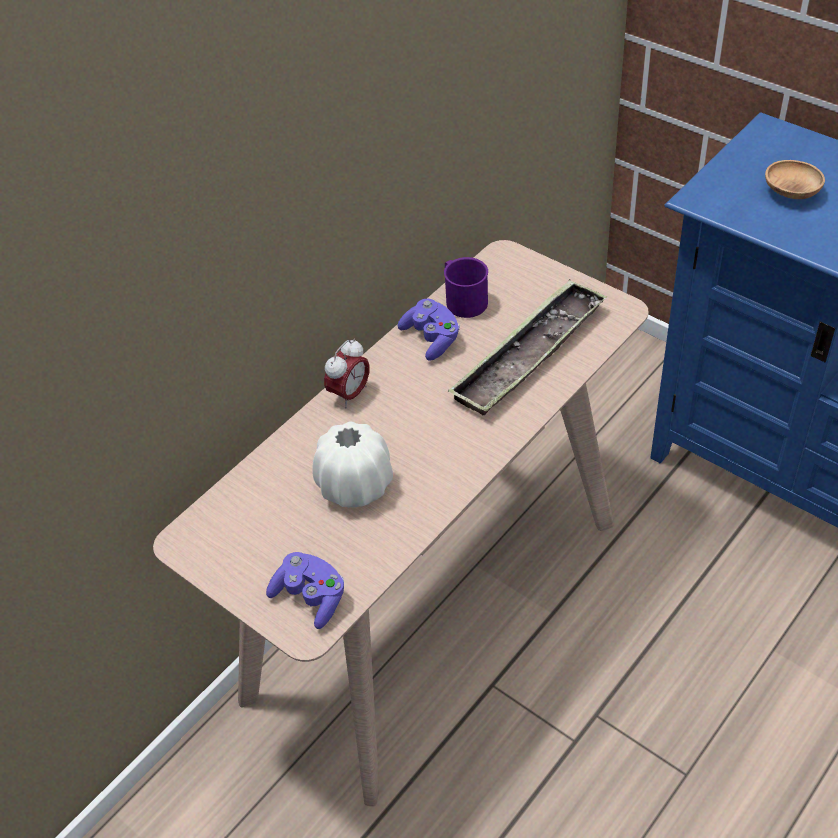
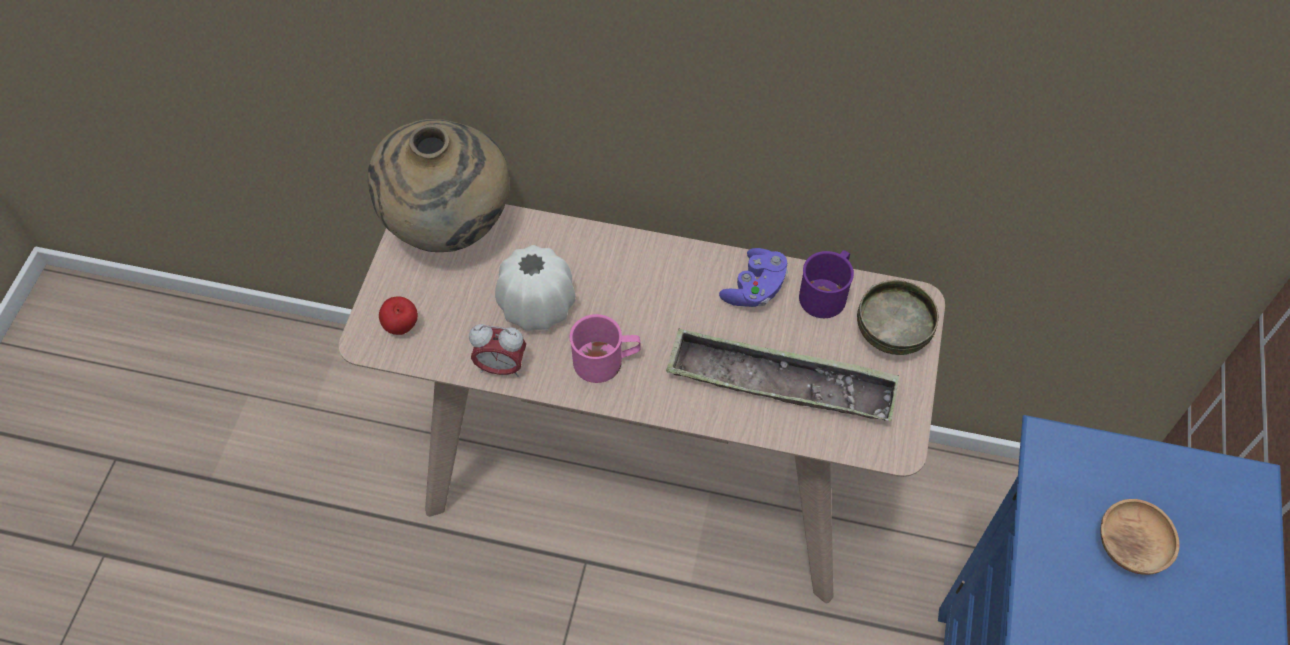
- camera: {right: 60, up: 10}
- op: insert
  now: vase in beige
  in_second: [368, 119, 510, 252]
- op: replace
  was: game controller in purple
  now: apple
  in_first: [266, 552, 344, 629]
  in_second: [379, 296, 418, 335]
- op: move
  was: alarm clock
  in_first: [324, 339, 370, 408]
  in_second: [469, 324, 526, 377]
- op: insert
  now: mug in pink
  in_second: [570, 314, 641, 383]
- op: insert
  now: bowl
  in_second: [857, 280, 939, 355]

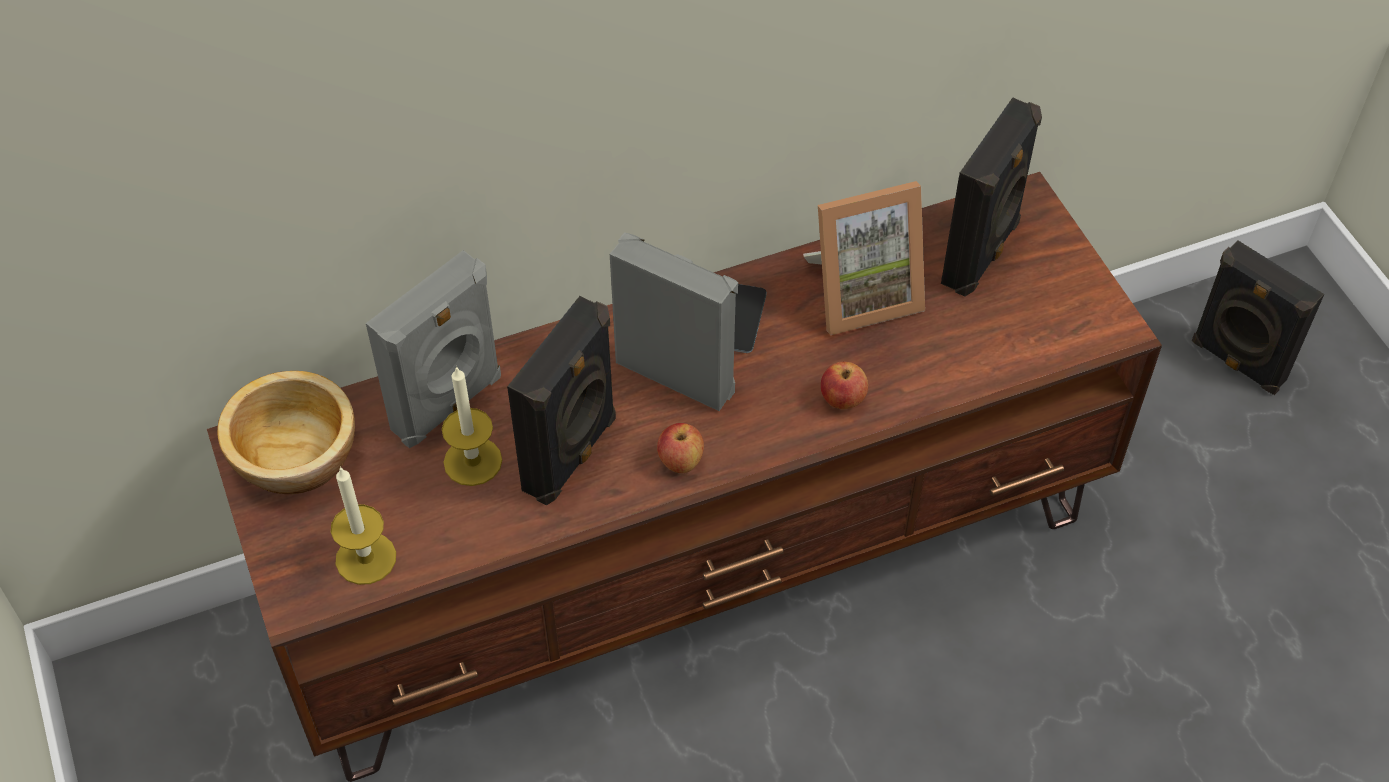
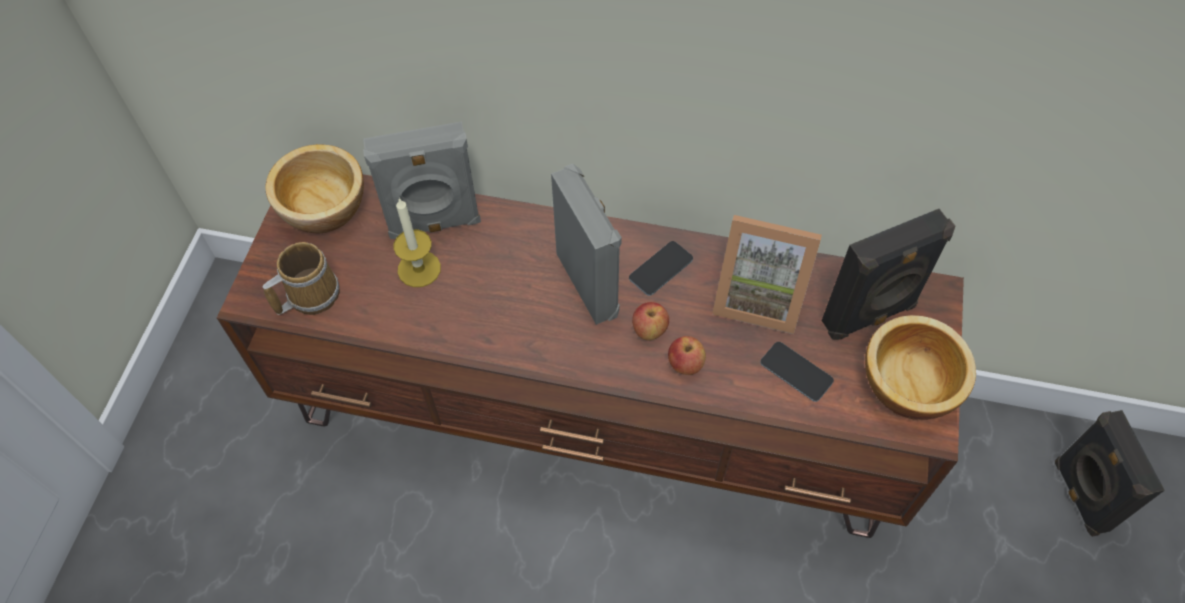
- camera: {right: 35, up: 5}
- op: replace
  was: candle
  now: mug
  in_first: [331, 466, 396, 585]
  in_second: [263, 242, 340, 315]
- op: move
  was: apple
  in_first: [657, 423, 704, 473]
  in_second: [632, 302, 669, 340]
- op: insert
  now: phone
  in_second: [760, 342, 834, 402]
- op: insert
  now: bowl
  in_second: [865, 315, 976, 420]
- op: delete
  was: speaker in black
  in_first: [507, 296, 616, 506]

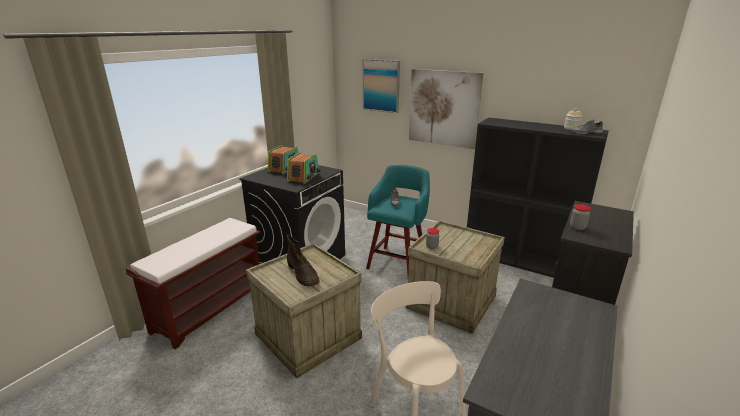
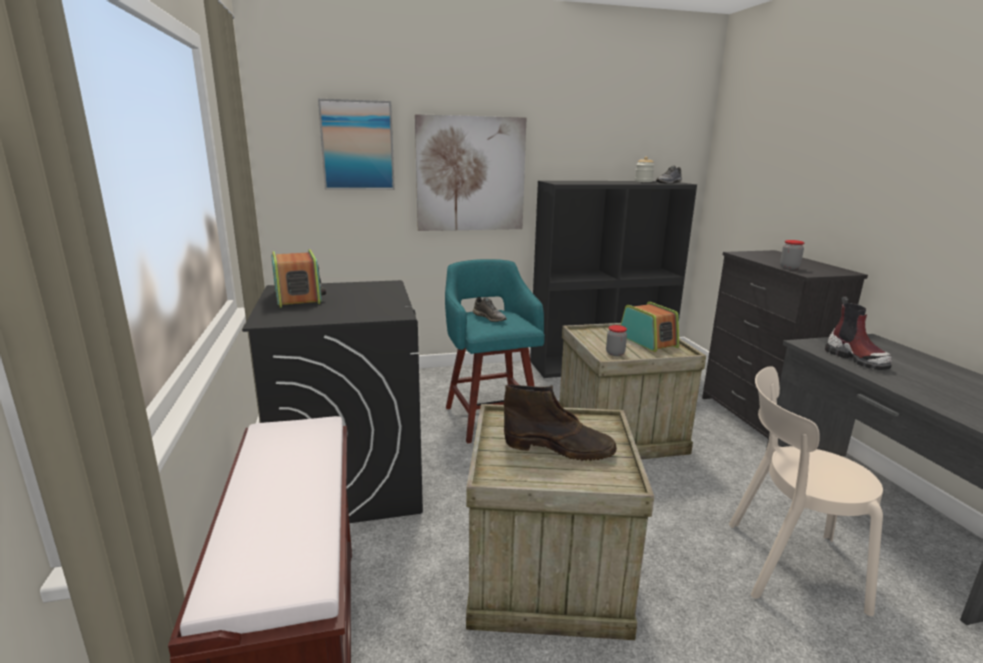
- camera: {right: -45, up: -5}
- op: move
  was: radio
  in_first: [287, 152, 320, 184]
  in_second: [620, 302, 679, 352]
- op: insert
  now: boot
  in_second: [825, 297, 892, 370]

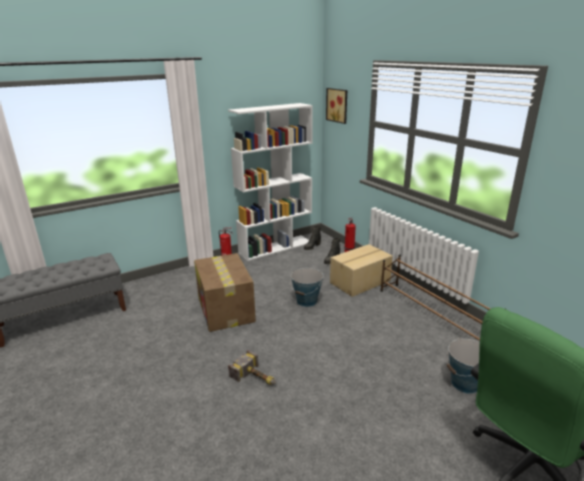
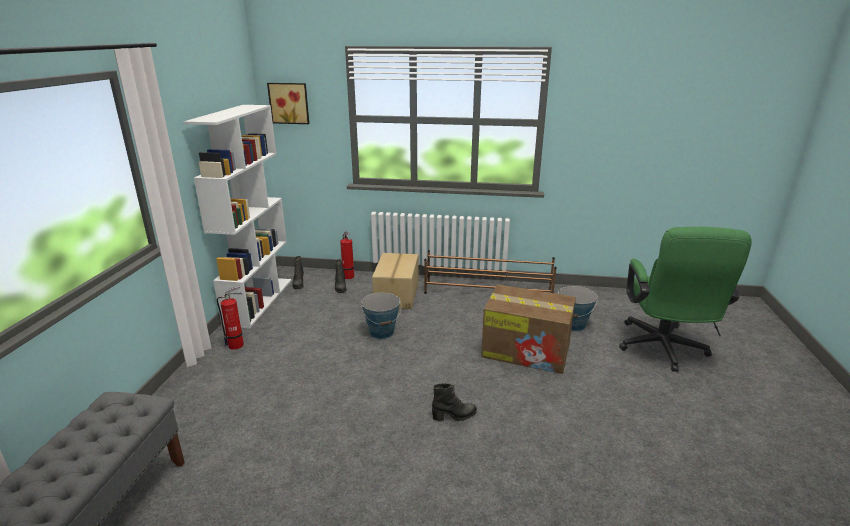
- camera: {right: -50, up: 0}
- op: replace
  was: hammer
  now: boot in black
  in_first: [228, 350, 276, 385]
  in_second: [432, 383, 477, 421]
- op: move
  was: cardboard box
  in_first: [194, 253, 256, 332]
  in_second: [481, 284, 576, 374]

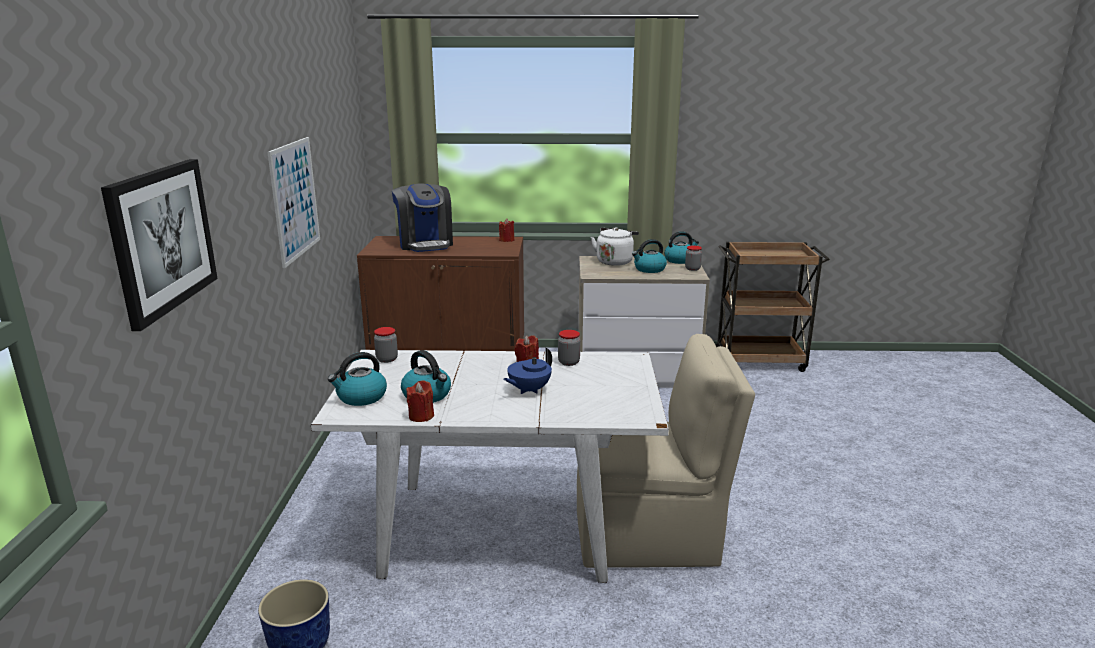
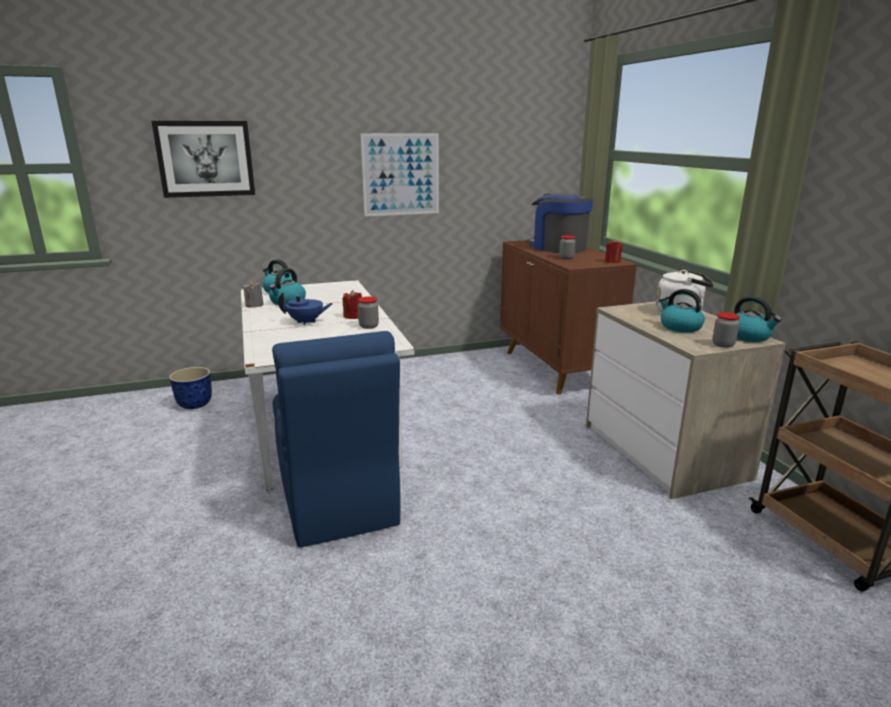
- camera: {right: 70, up: 0}
- op: recolor
  was: candle in red
  now: candle in grey
  in_first: [406, 380, 434, 422]
  in_second: [243, 280, 264, 307]
- op: recolor
  was: chair in beige
  now: chair in blue
  in_first: [577, 334, 755, 568]
  in_second: [272, 331, 400, 548]
- op: rotate
  was: teapot in blue
  in_first: [503, 348, 552, 394]
  in_second: [278, 292, 333, 325]
  clockwise: 150
- op: rotate
  was: coffee machine
  in_first: [392, 183, 453, 252]
  in_second: [527, 193, 593, 253]
  clockwise: 90
- op: move
  was: jar
  in_first: [374, 327, 398, 363]
  in_second: [559, 235, 576, 260]

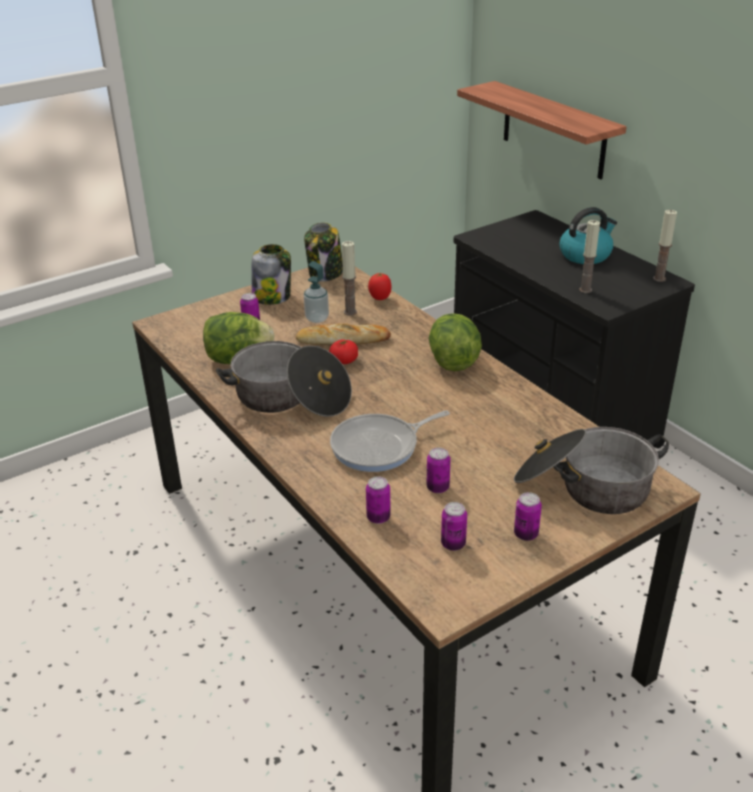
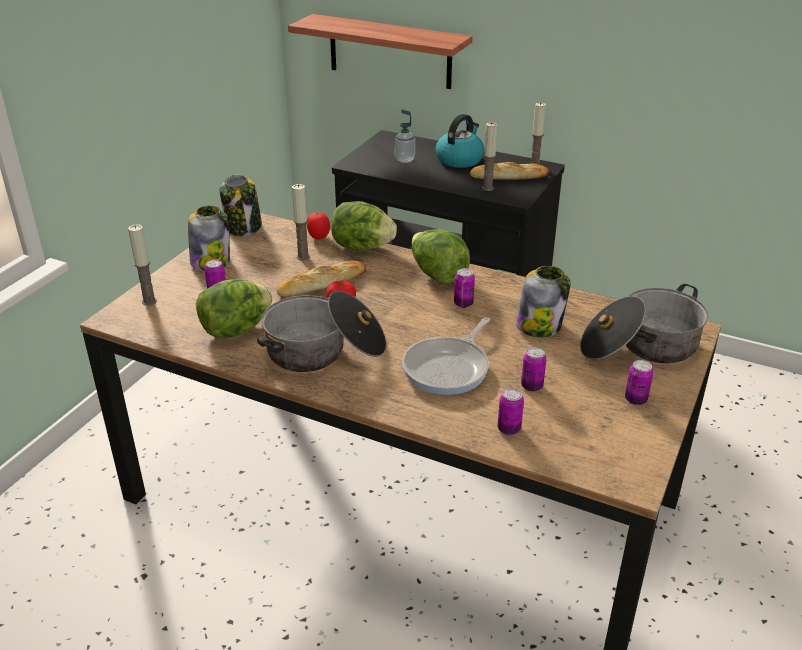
- camera: {right: -30, up: 0}
- op: insert
  now: candle
  in_second: [128, 224, 157, 306]
- op: insert
  now: lettuce
  in_second: [331, 201, 397, 250]
- op: move
  was: soap dispenser
  in_first: [304, 261, 329, 323]
  in_second: [395, 110, 415, 163]
- op: move
  was: can
  in_first: [441, 502, 467, 551]
  in_second: [454, 268, 475, 308]
- op: insert
  now: bread
  in_second: [470, 162, 549, 180]
- op: insert
  now: jar
  in_second: [516, 266, 571, 337]

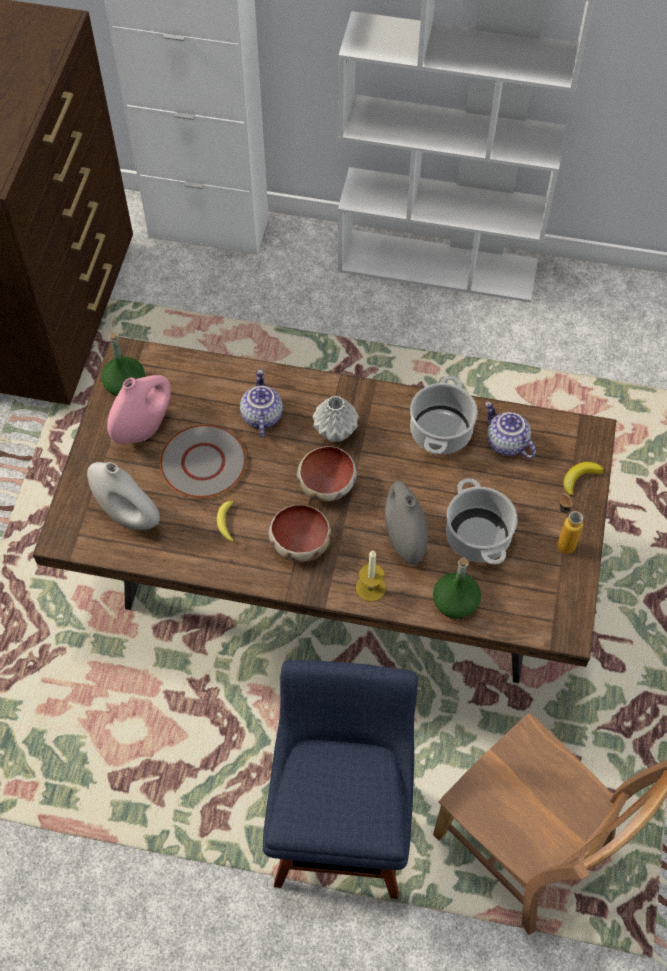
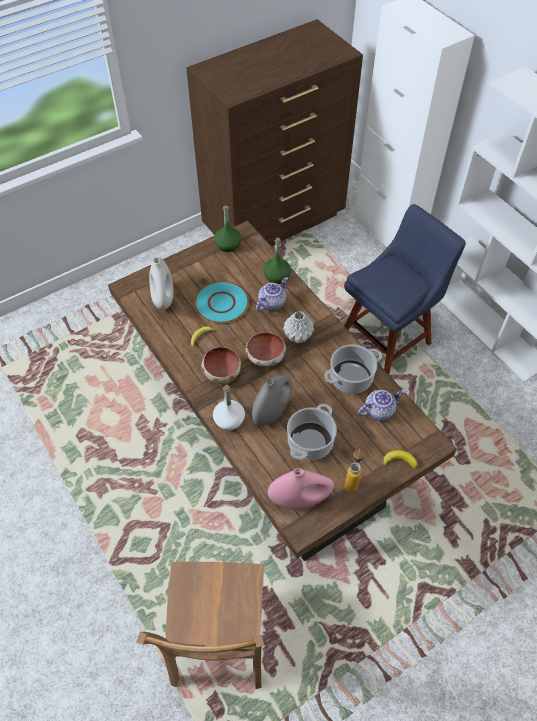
- camera: {right: 45, up: -5}
- op: recolor
  was: plate in grey
  now: plate in turquoise
  in_first: [160, 424, 246, 498]
  in_second: [194, 281, 249, 323]
- op: replace
  was: candle
  now: bottle in white
  in_first: [356, 551, 386, 602]
  in_second: [213, 385, 245, 431]
- op: move
  was: bottle in green
  in_first: [433, 557, 481, 619]
  in_second: [263, 237, 291, 284]
- op: move
  was: vase in pink
  in_first: [107, 375, 171, 444]
  in_second: [268, 468, 334, 510]
- op: move
  was: chair in blue
  in_first: [263, 660, 418, 899]
  in_second: [344, 204, 466, 374]
- op: rotate
  was: teapot
  in_first: [485, 402, 536, 459]
  in_second: [358, 389, 405, 421]
  clockwise: 60

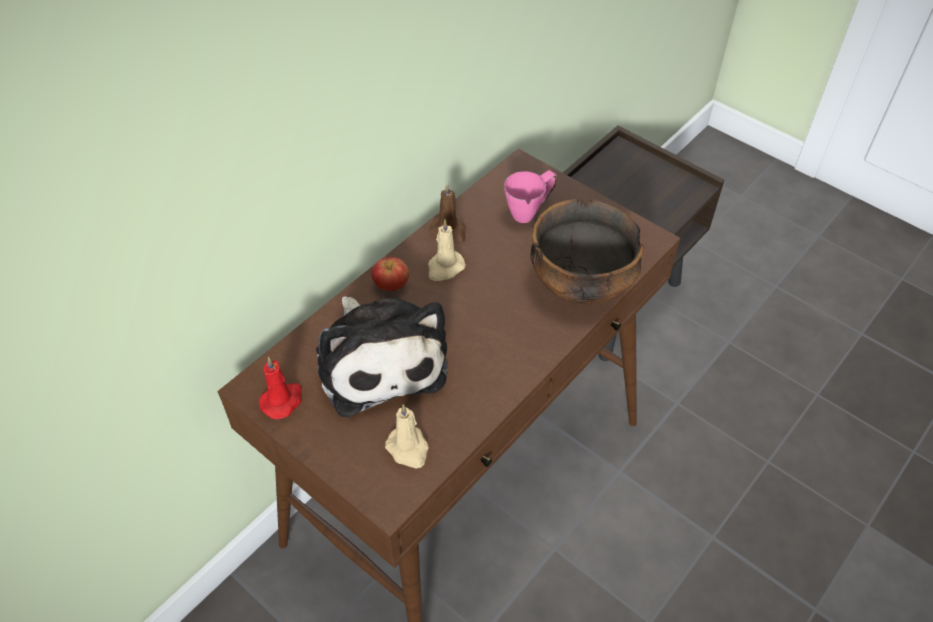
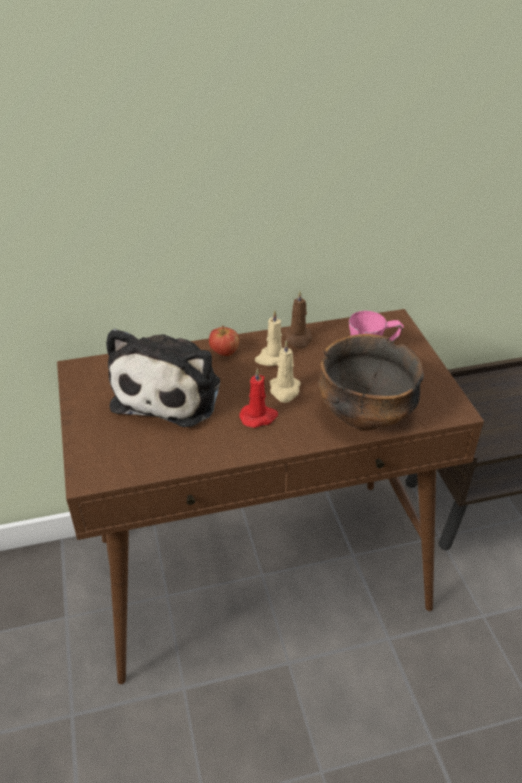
- camera: {right: 35, up: -10}
- op: move
  was: candle in red
  in_first: [259, 357, 302, 419]
  in_second: [239, 368, 278, 428]
- op: move
  was: candle in beige
  in_first: [385, 404, 429, 469]
  in_second: [270, 340, 301, 403]

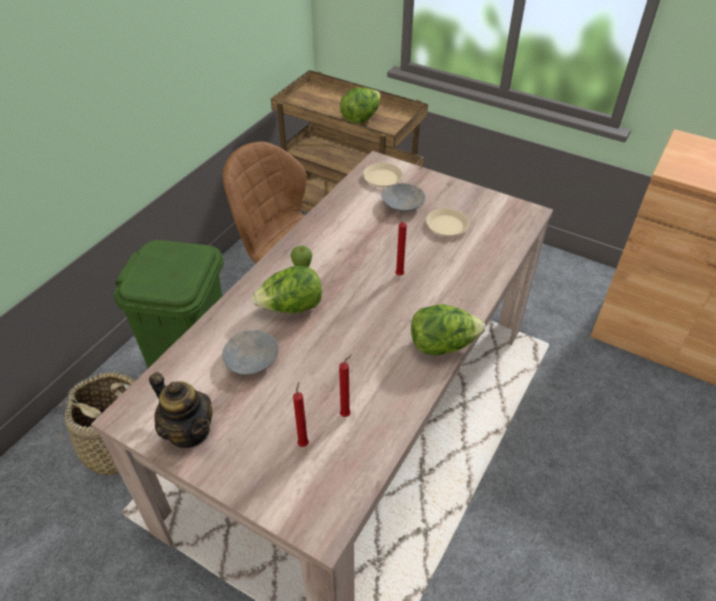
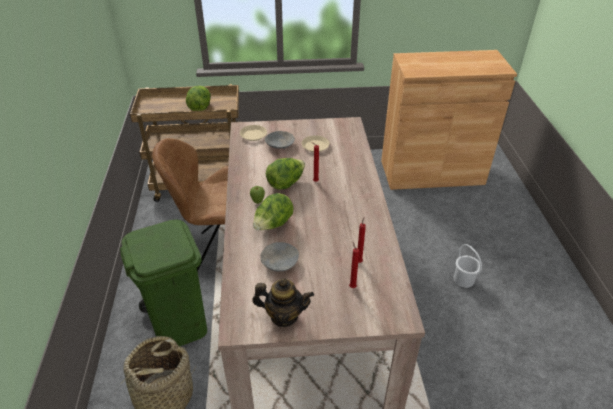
- camera: {right: -35, up: -5}
- op: move
  was: lettuce
  in_first: [411, 304, 485, 355]
  in_second: [266, 158, 305, 190]
- op: insert
  now: bucket in white
  in_second: [453, 244, 482, 288]

